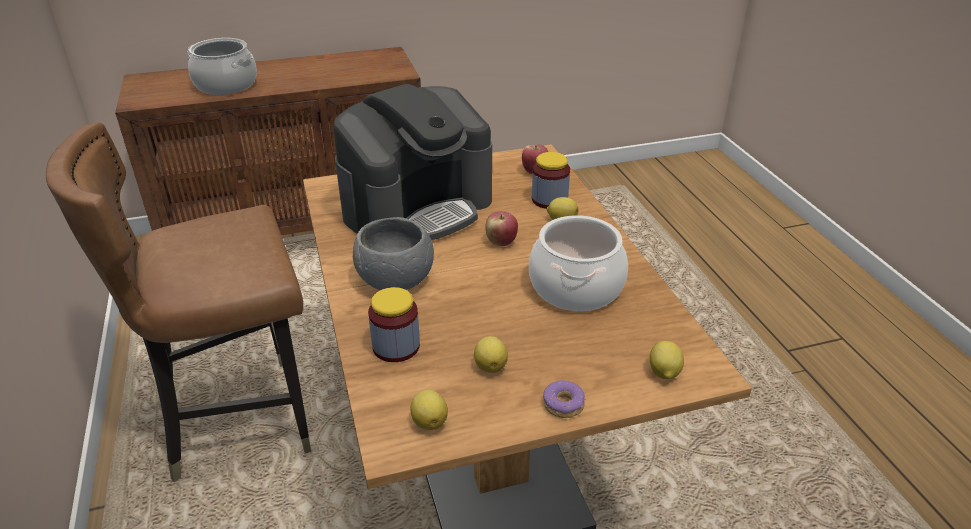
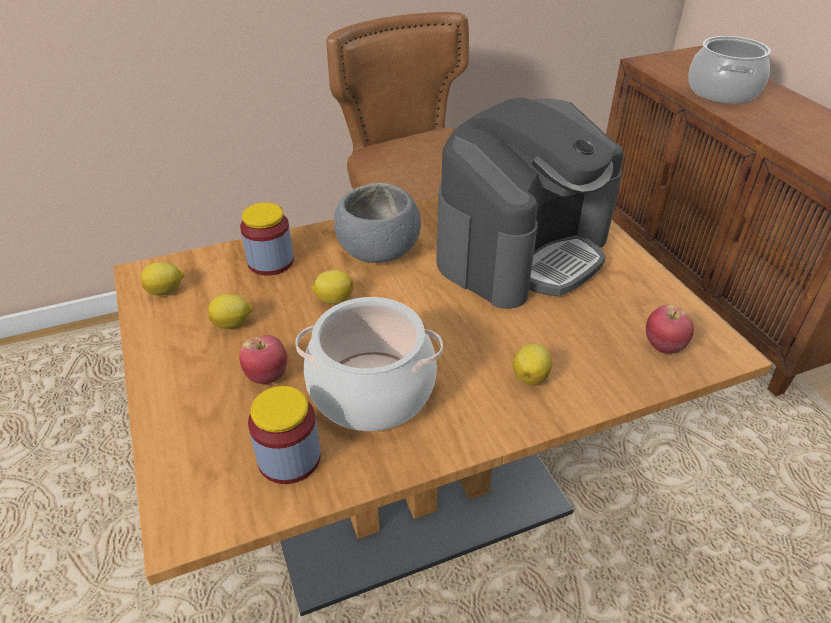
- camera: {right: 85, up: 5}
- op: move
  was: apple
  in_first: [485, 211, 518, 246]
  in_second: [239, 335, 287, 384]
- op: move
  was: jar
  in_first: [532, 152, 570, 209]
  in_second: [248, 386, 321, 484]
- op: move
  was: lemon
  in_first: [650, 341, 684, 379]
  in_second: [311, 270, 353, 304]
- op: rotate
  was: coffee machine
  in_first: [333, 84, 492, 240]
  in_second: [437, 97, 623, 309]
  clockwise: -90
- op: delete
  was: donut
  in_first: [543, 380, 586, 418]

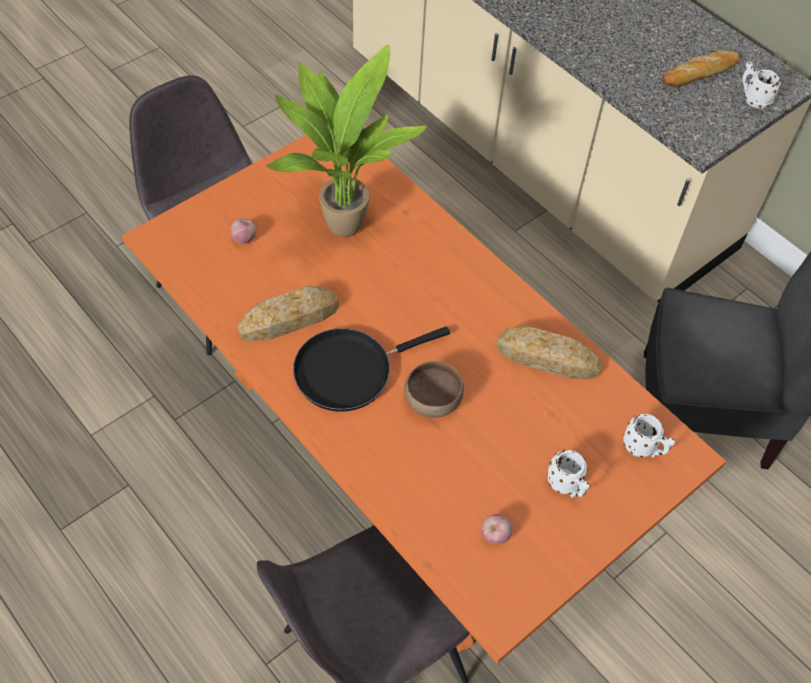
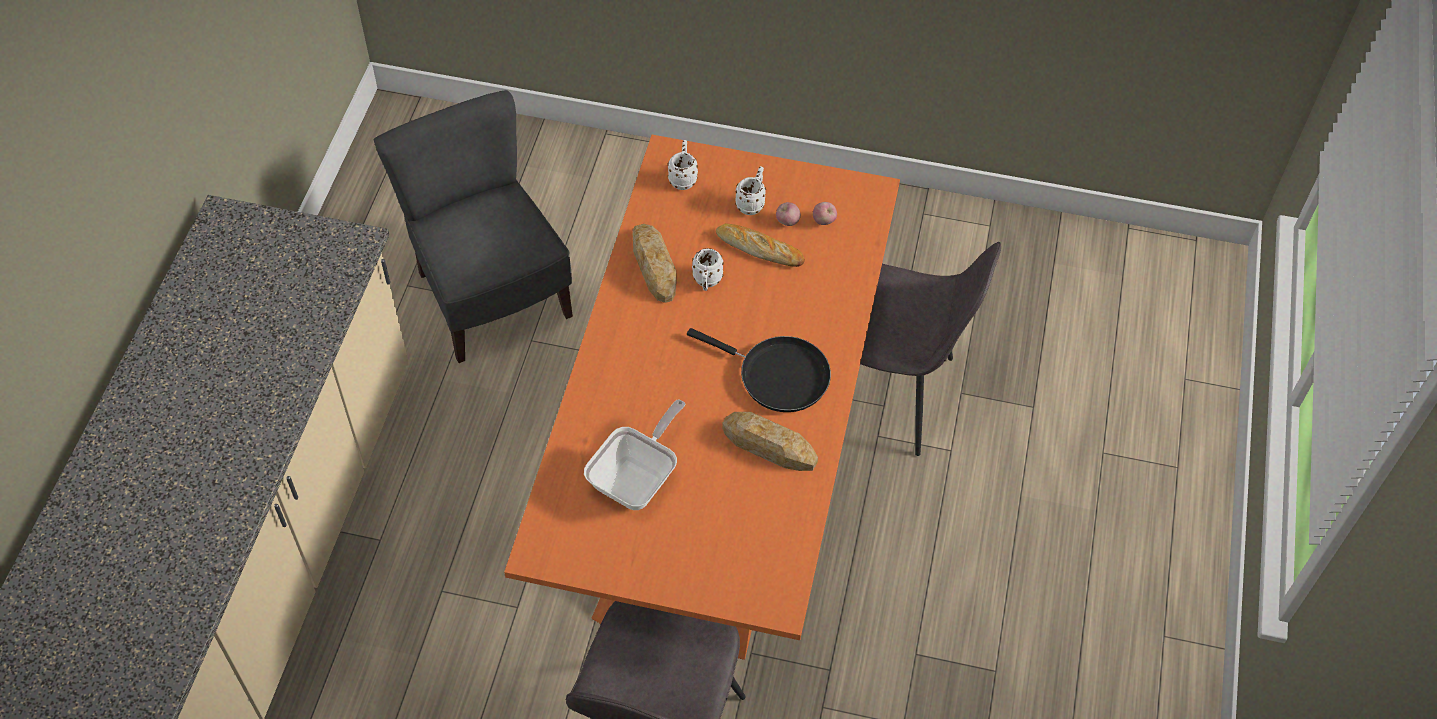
- camera: {right: -125, up: 0}
- op: replace
  was: potted plant
  now: frying pan
  in_first: [266, 45, 427, 237]
  in_second: [584, 399, 686, 510]
- op: move
  was: mug in white
  in_first: [743, 62, 781, 109]
  in_second: [692, 248, 724, 291]
- op: move
  was: bread
  in_first: [662, 50, 739, 87]
  in_second: [716, 223, 805, 267]
- op: move
  was: apple
  in_first: [231, 218, 257, 244]
  in_second: [776, 202, 801, 226]
- op: delete
  was: bowl in brown
  in_first: [404, 361, 464, 418]

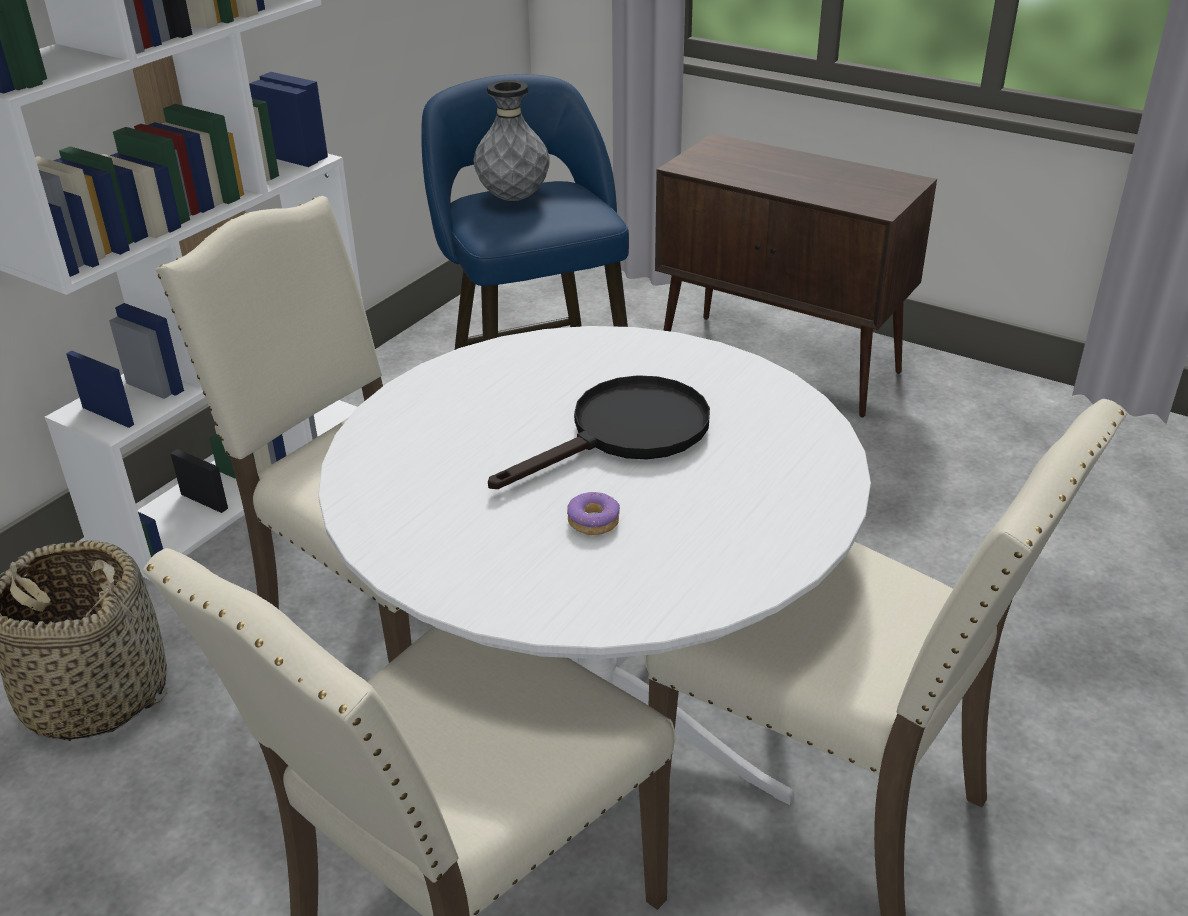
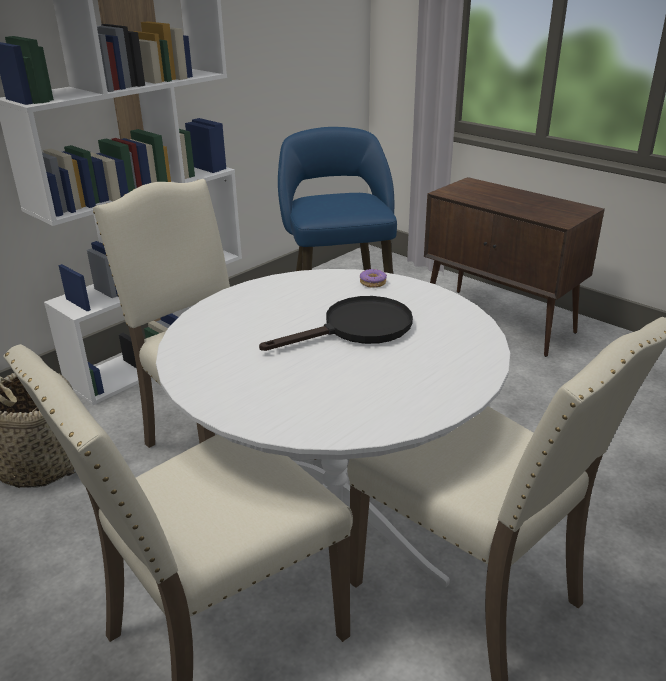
- camera: {right: 10, up: -5}
- op: move
  was: donut
  in_first: [567, 492, 620, 535]
  in_second: [360, 269, 387, 288]
- op: delete
  was: vase in grey
  in_first: [473, 80, 550, 201]

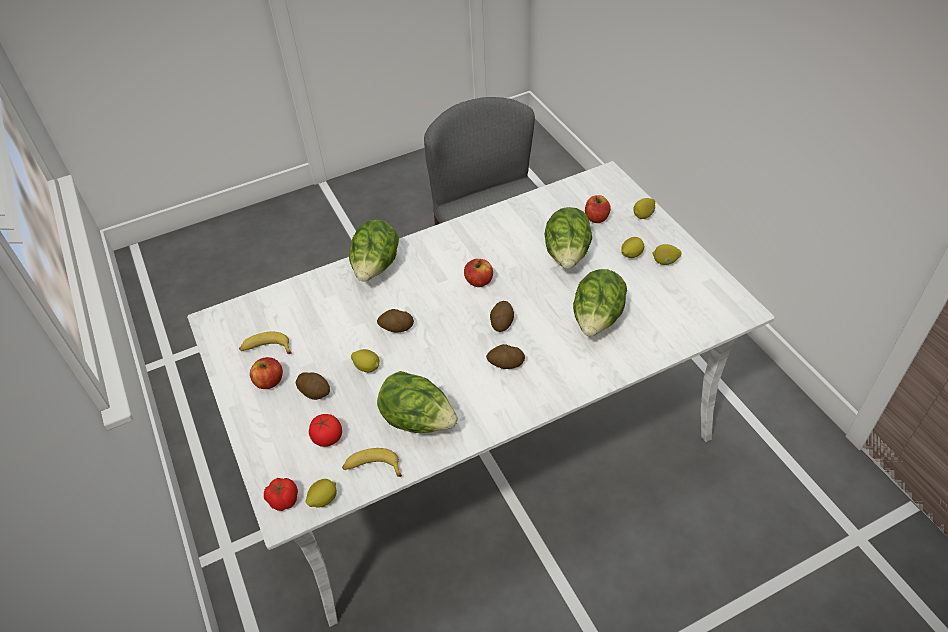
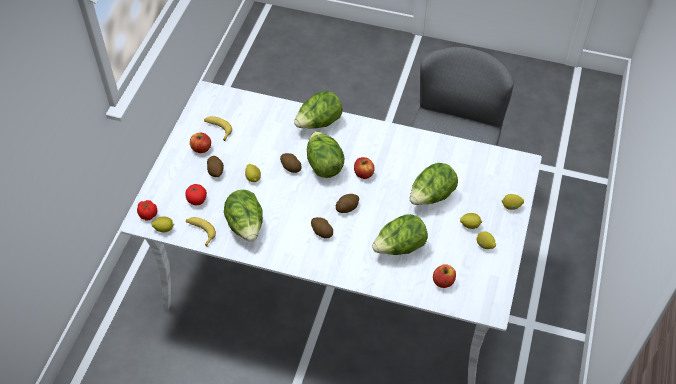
- camera: {right: 40, up: 5}
- op: insert
  now: lettuce
  in_second: [307, 131, 344, 178]
- op: move
  was: apple
  in_first: [585, 195, 611, 223]
  in_second: [433, 264, 456, 288]

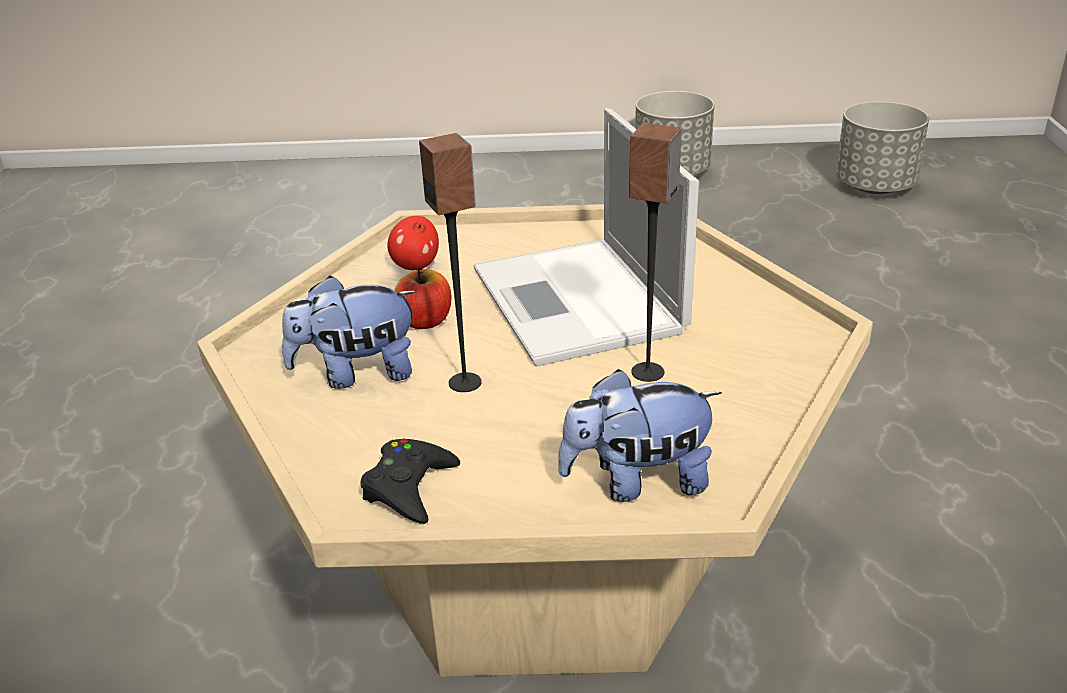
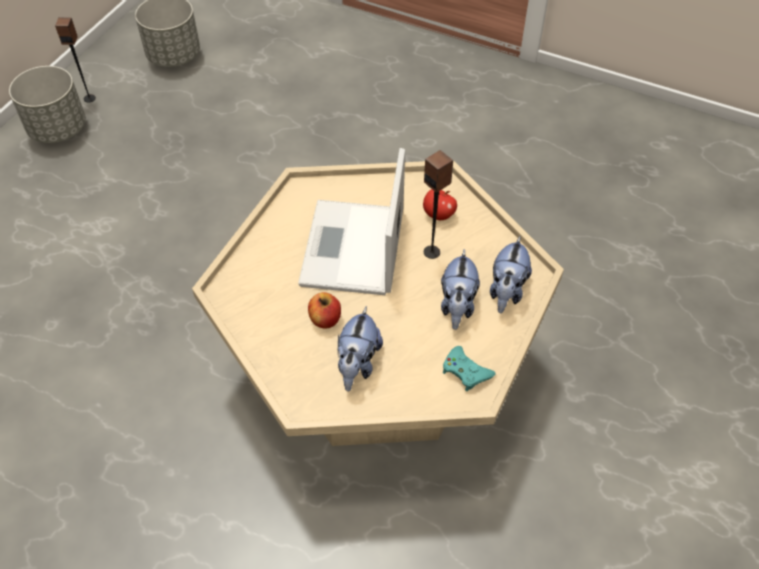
- camera: {right: -65, up: 20}
- op: move
  was: speaker
  in_first: [419, 133, 482, 392]
  in_second: [55, 17, 96, 103]
- op: rotate
  was: laptop
  in_first: [474, 108, 699, 366]
  in_second: [298, 148, 405, 295]
  clockwise: 90
- op: move
  was: apple
  in_first: [387, 216, 439, 270]
  in_second: [423, 189, 457, 220]
- op: insert
  now: plush toy
  in_second: [441, 249, 480, 330]
- op: recolor
  was: game controller in black
  now: game controller in turquoise
  in_first: [360, 438, 460, 524]
  in_second: [443, 346, 496, 391]

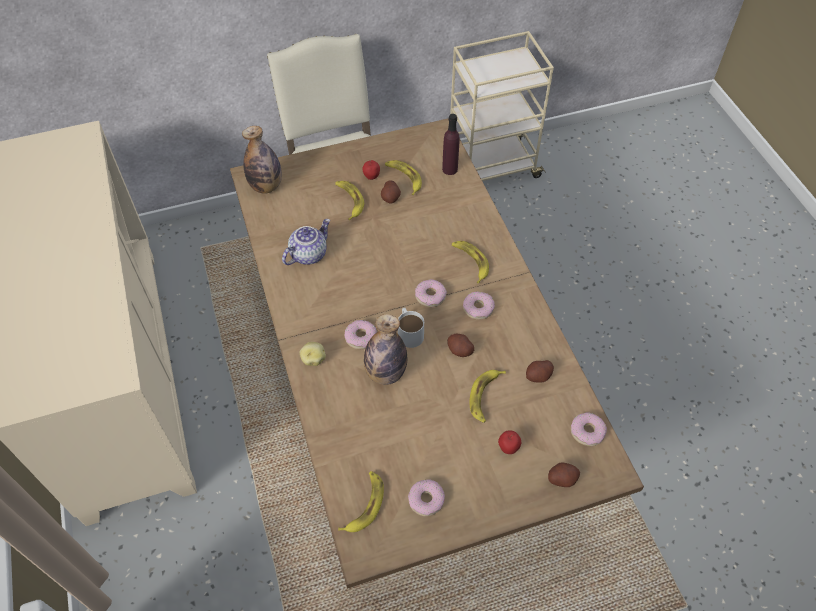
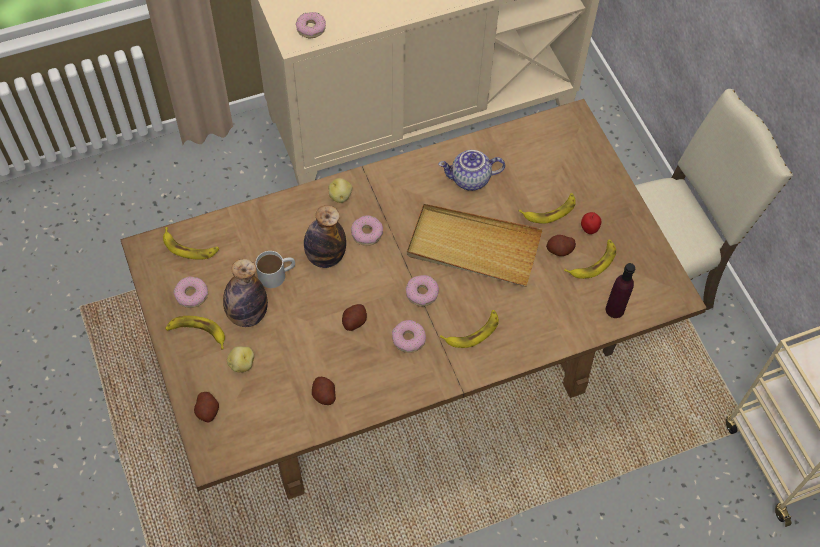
- camera: {right: 85, up: 5}
- op: move
  was: banana
  in_first: [469, 370, 506, 423]
  in_second: [165, 316, 225, 350]
- op: move
  was: bottle
  in_first: [242, 126, 282, 194]
  in_second: [223, 259, 268, 327]
- op: replace
  was: apple
  now: potato
  in_first: [498, 430, 521, 454]
  in_second: [227, 346, 254, 373]
- op: move
  was: mug in white
  in_first: [398, 308, 424, 348]
  in_second: [255, 251, 295, 288]
- op: move
  was: donut
  in_first: [571, 412, 607, 446]
  in_second: [296, 12, 326, 38]
- op: insert
  now: tray in beige
  in_second: [407, 204, 543, 287]
- op: rotate
  was: teapot
  in_first: [282, 219, 330, 265]
  in_second: [438, 150, 505, 191]
  clockwise: 135

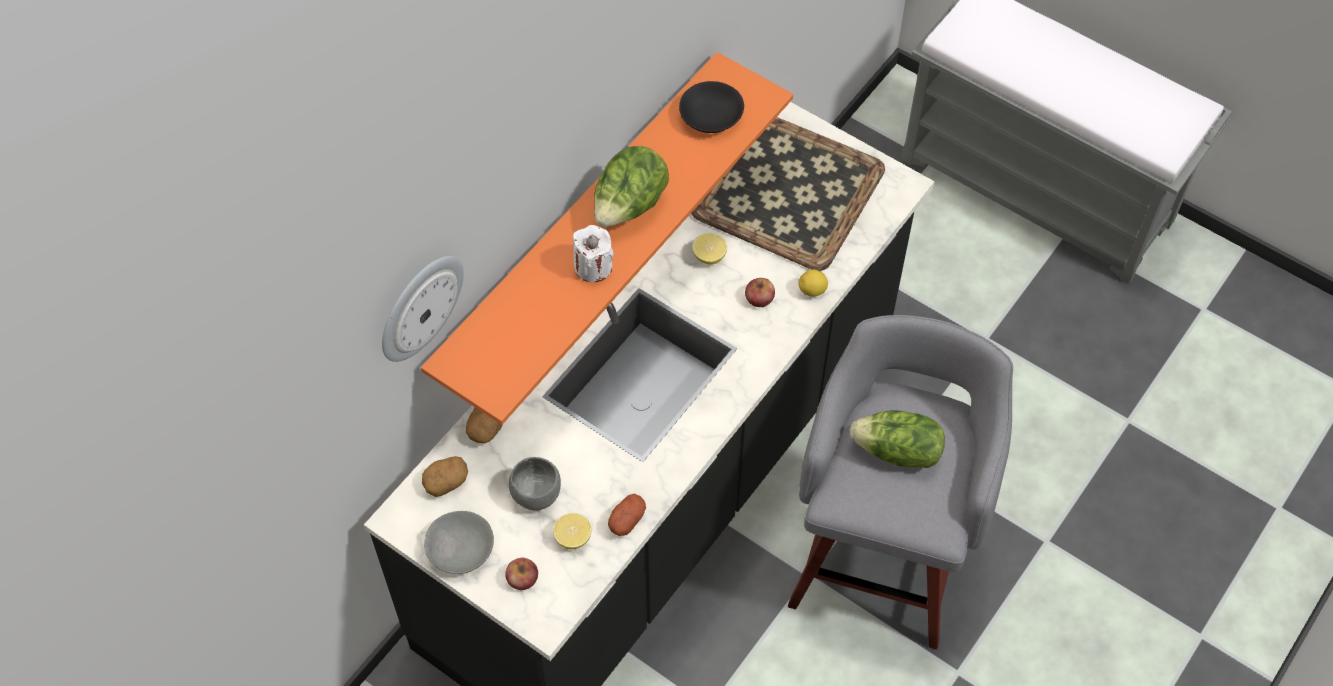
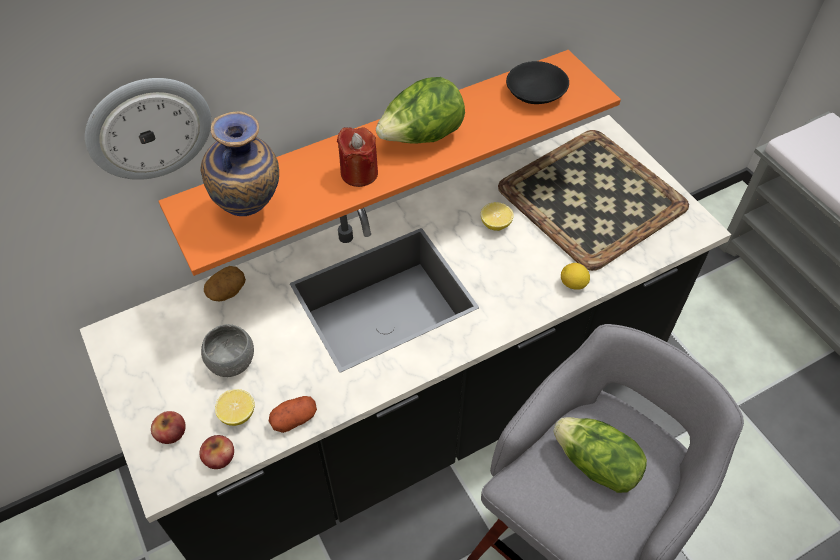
- camera: {right: 25, up: -5}
- op: move
  was: apple
  in_first: [745, 278, 775, 307]
  in_second: [199, 435, 234, 469]
- op: insert
  now: vase
  in_second: [200, 111, 279, 216]
- op: recolor
  was: candle in white
  now: candle in red
  in_first: [573, 225, 614, 282]
  in_second: [337, 127, 378, 187]
- op: delete
  was: potato
  in_first: [422, 456, 468, 497]
- op: delete
  was: bowl in grey
  in_first: [424, 511, 494, 574]

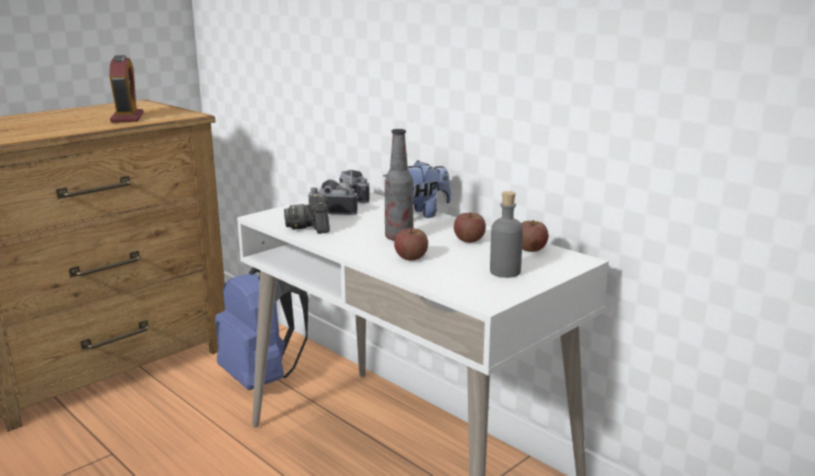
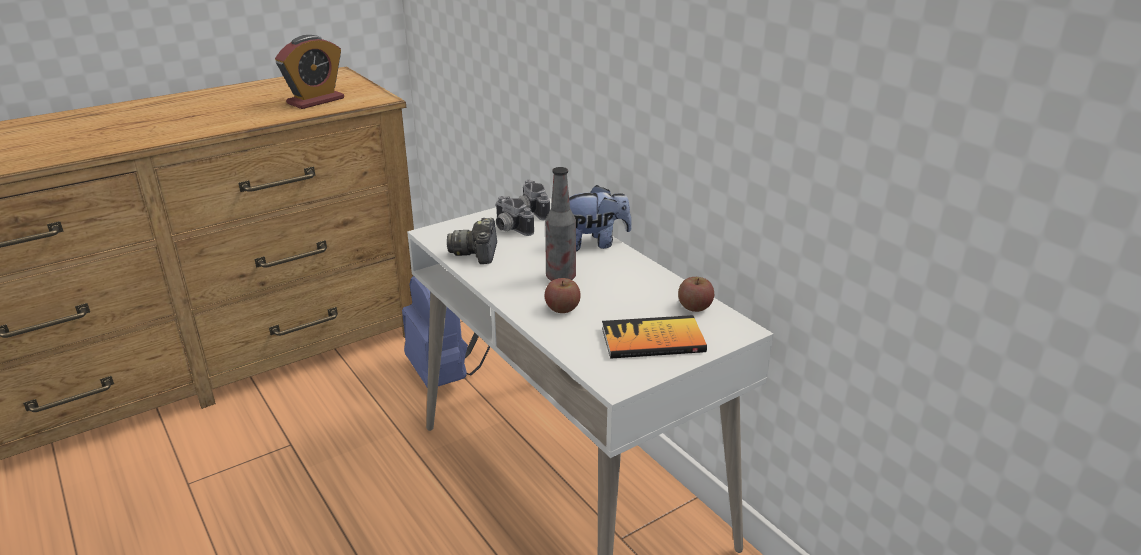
- camera: {right: 10, up: 10}
- op: rotate
  was: alarm clock
  in_first: [109, 55, 144, 123]
  in_second: [275, 35, 344, 109]
  clockwise: 45
- op: rotate
  was: photo camera
  in_first: [309, 179, 359, 215]
  in_second: [495, 196, 534, 236]
  clockwise: -150
- op: replace
  was: bottle in grey
  now: book
  in_first: [490, 191, 523, 278]
  in_second: [602, 315, 707, 359]
- op: delete
  was: apple
  in_first: [454, 212, 486, 243]

